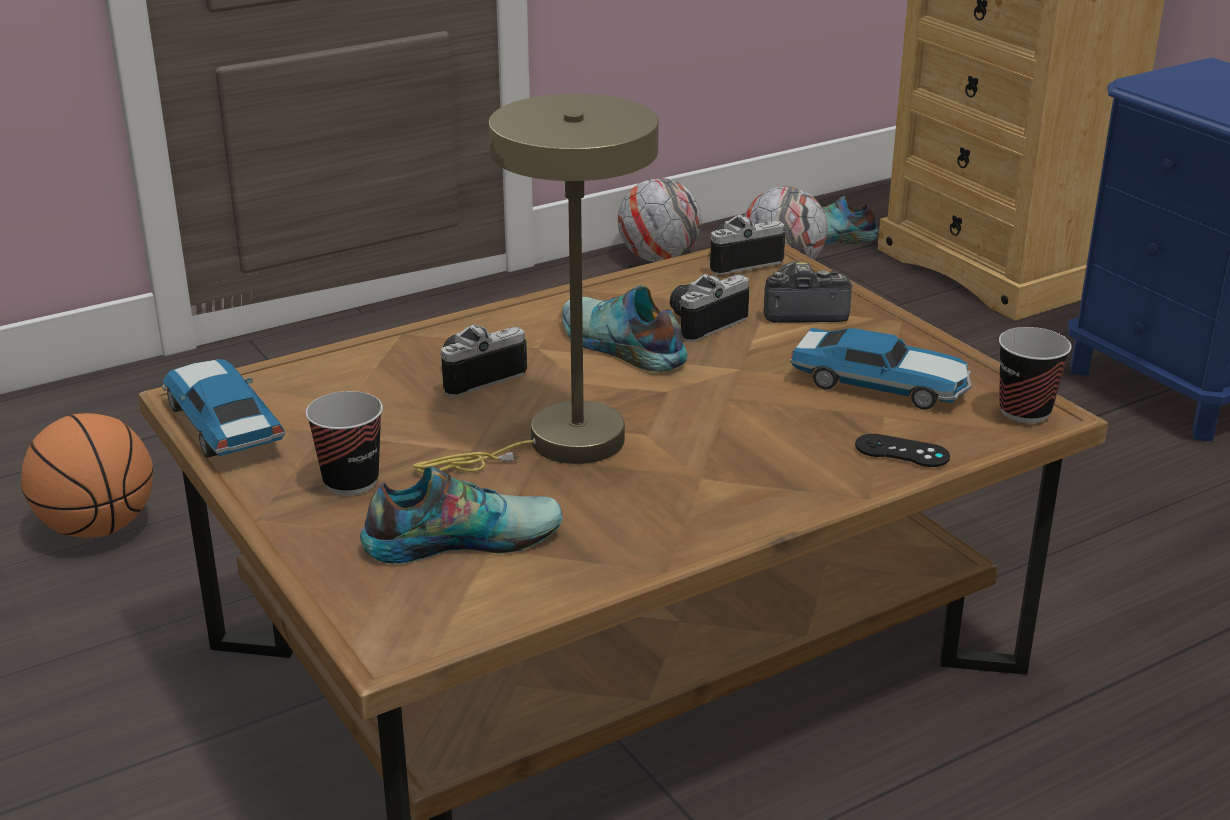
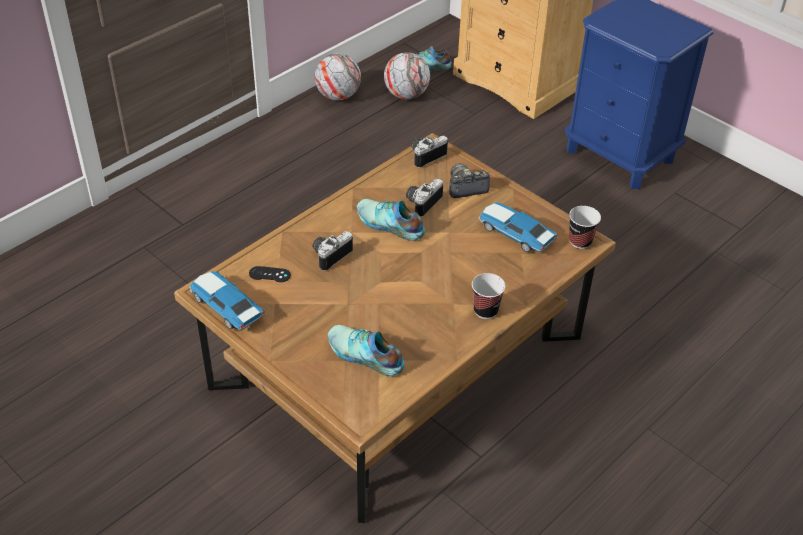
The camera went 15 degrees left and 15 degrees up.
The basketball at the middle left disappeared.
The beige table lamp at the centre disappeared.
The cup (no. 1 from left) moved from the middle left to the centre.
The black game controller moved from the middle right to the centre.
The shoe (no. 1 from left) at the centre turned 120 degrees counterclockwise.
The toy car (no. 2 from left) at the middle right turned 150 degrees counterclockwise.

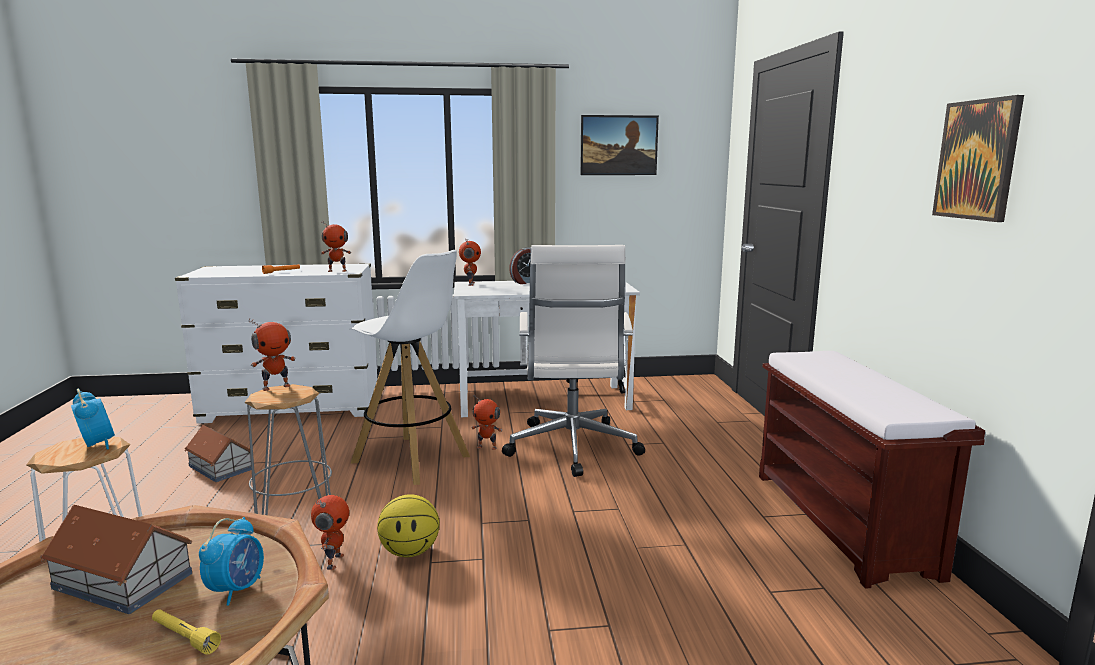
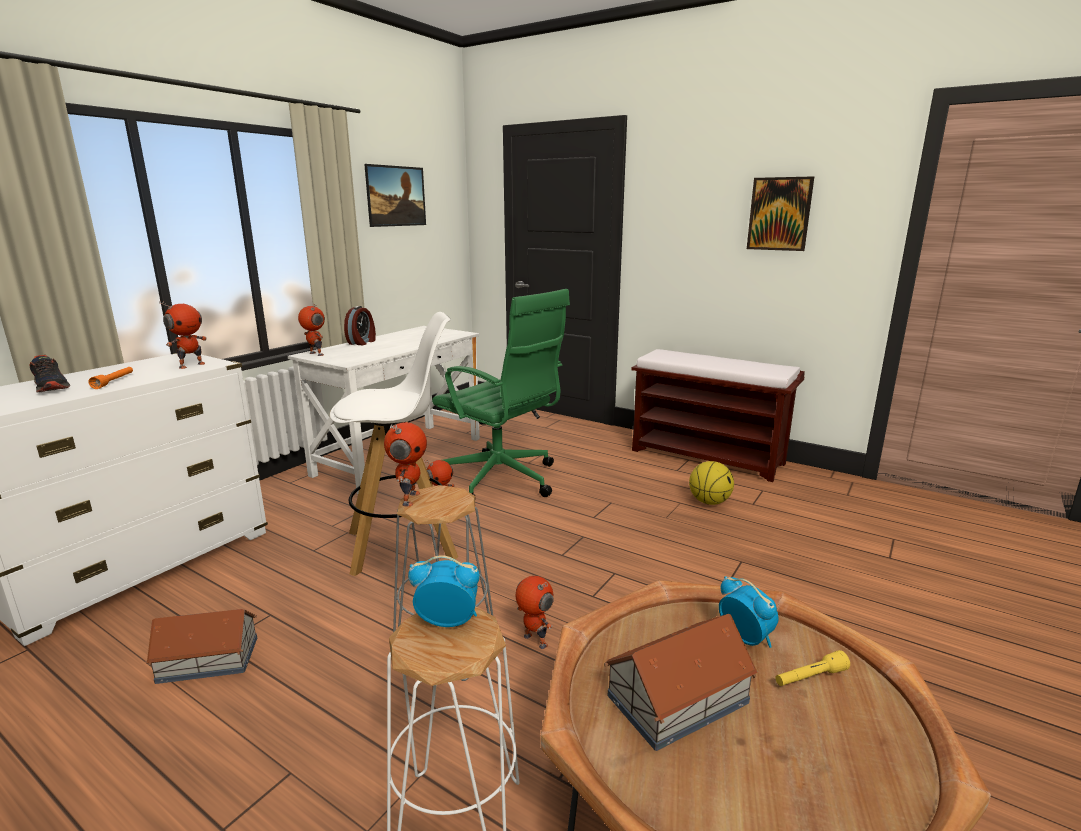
The camera went 50 degrees left and 5 degrees up.
The shoe at the middle left appeared.
The basketball moved from the bottom centre to the centre.
The white office chair at the centre became the green office chair at the centre.

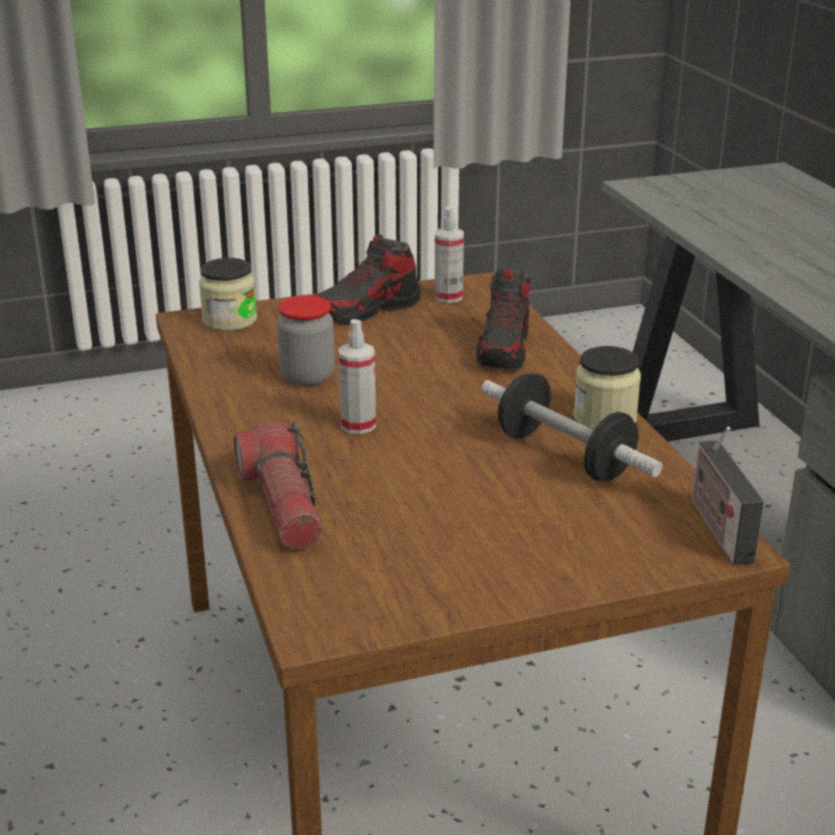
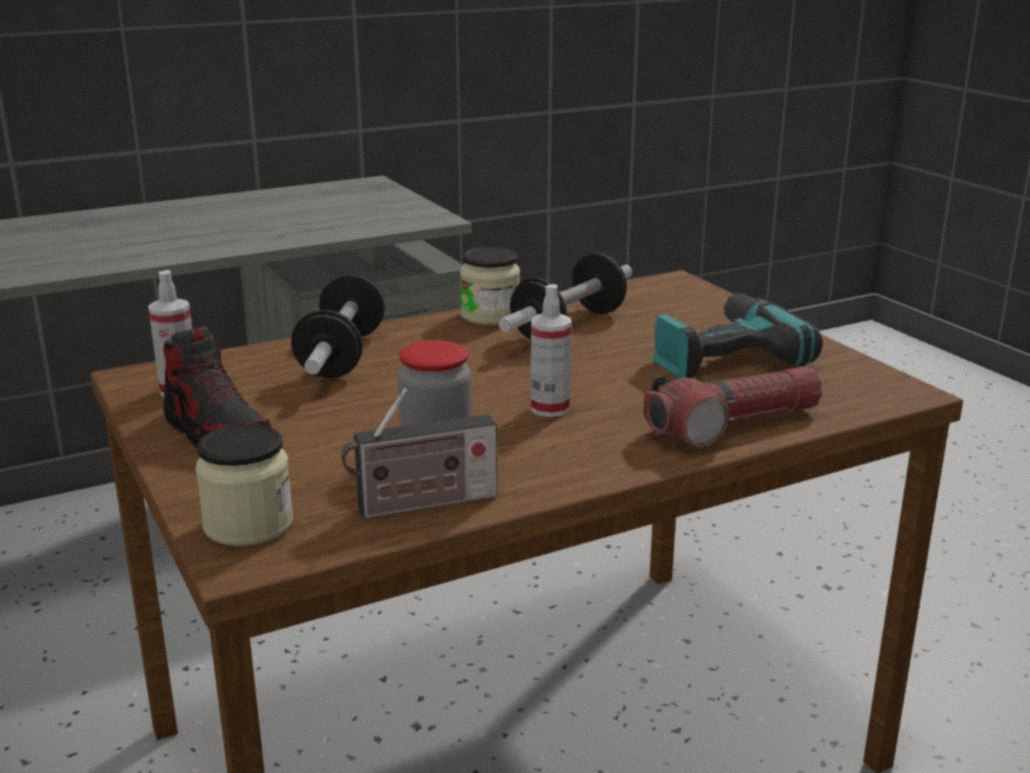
The camera went 100 degrees left and 5 degrees down.
The power drill at the middle right appeared.
The radio moved from the middle right to the centre.
The shoe (no. 2 from left) at the centre was replaced by the dumbbell (no. 1 from left) at the middle left.

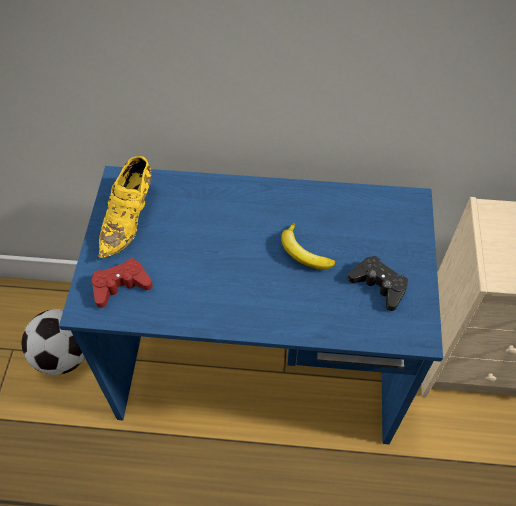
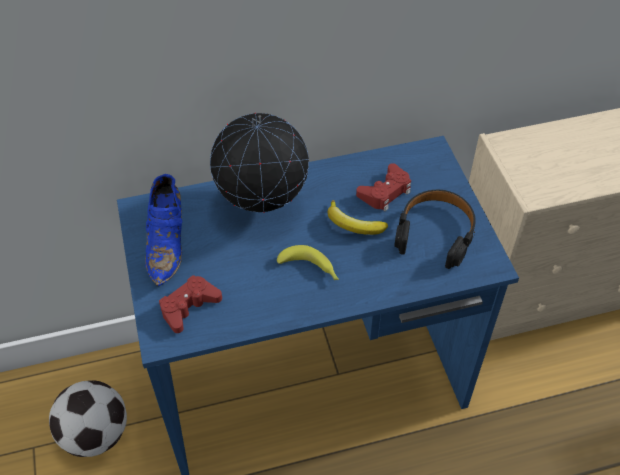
The camera went 20 degrees left and 5 degrees down.
The globe at the centre appeared.
The banana (no. 1 from left) at the centre appeared.
The red game controller (no. 2 from left) at the centre appeared.
The black game controller at the middle right was replaced by the black headphones at the middle right.
The yellow shoe at the middle left became the blue shoe at the middle left.

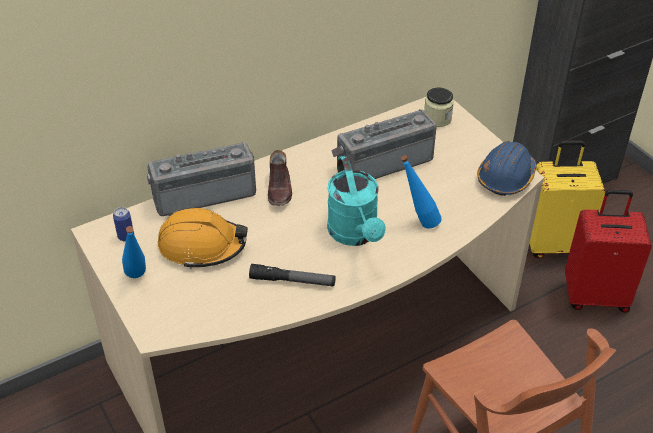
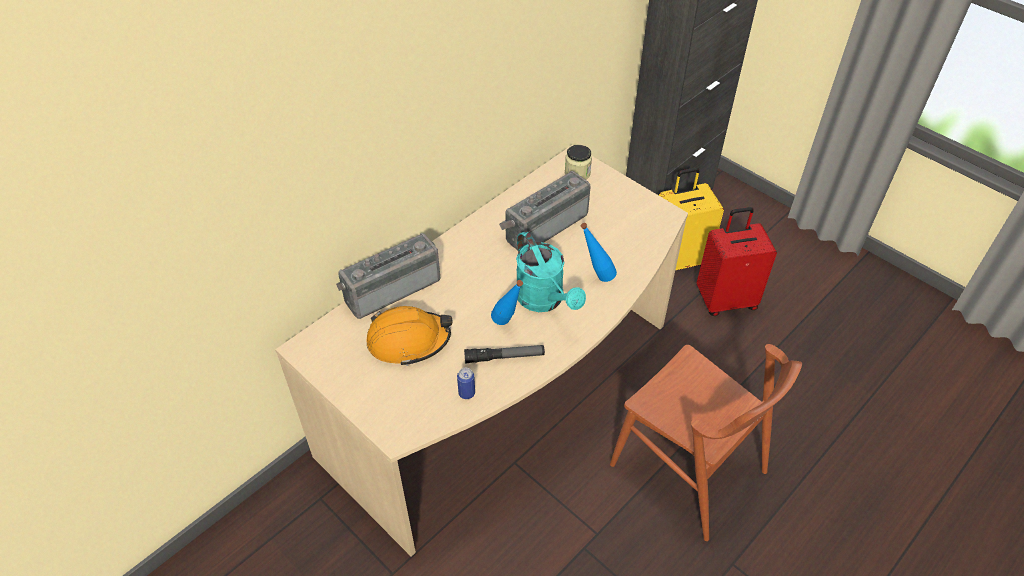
The camera went 15 degrees left and 5 degrees up.
The brown shoe at the centre disappeared.
The blue hard hat at the middle right disappeared.
The can moved from the middle left to the centre.
The blue bottle (no. 1 from left) moved from the middle left to the centre.

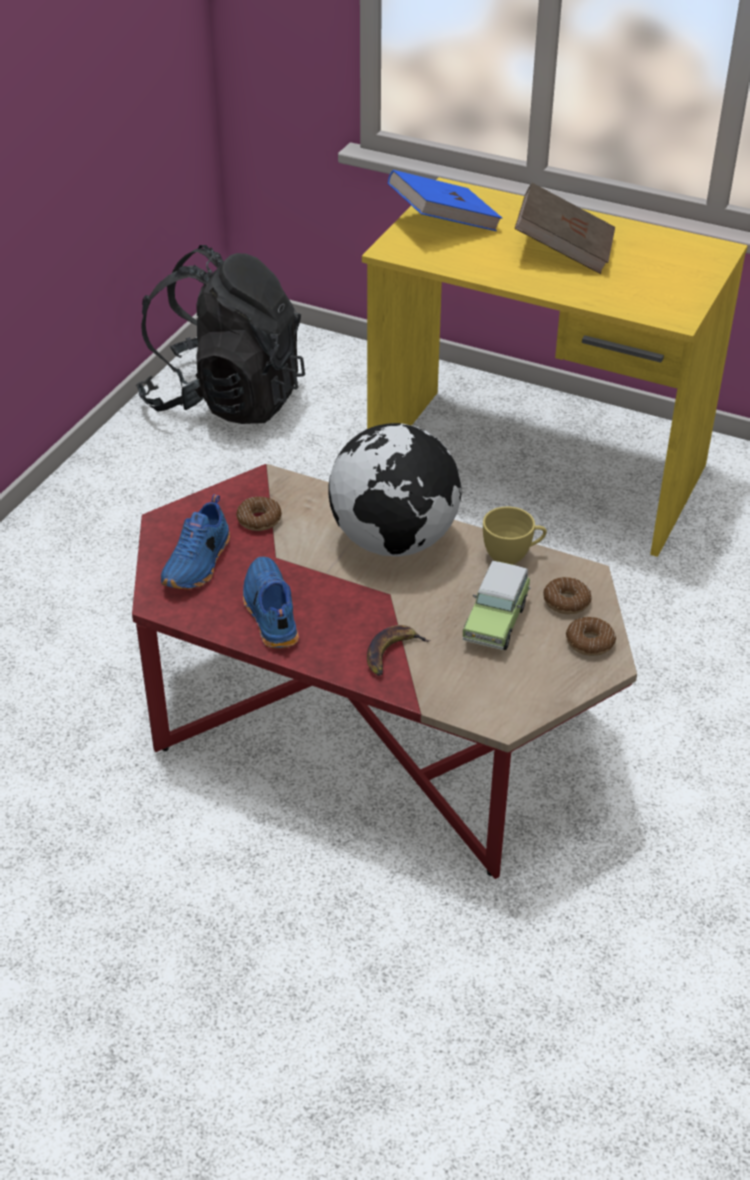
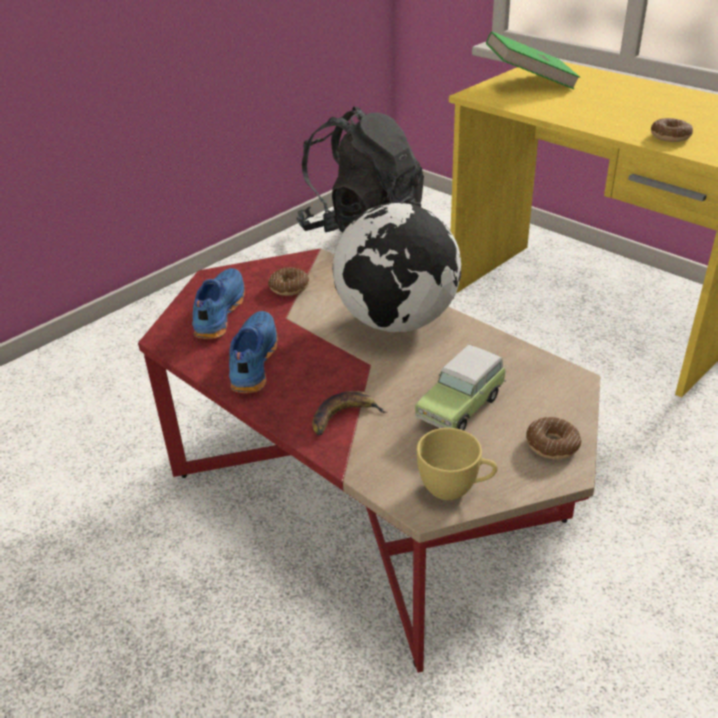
The camera went 20 degrees right and 5 degrees down.
The brown book at the top right disappeared.
The yellow cup moved from the middle right to the centre.
The donut (no. 2 from left in the first image) moved from the middle right to the top right.
The blue book at the top centre became the green book at the top right.
The blue shoe (no. 1 from left) at the middle left turned 150 degrees clockwise.

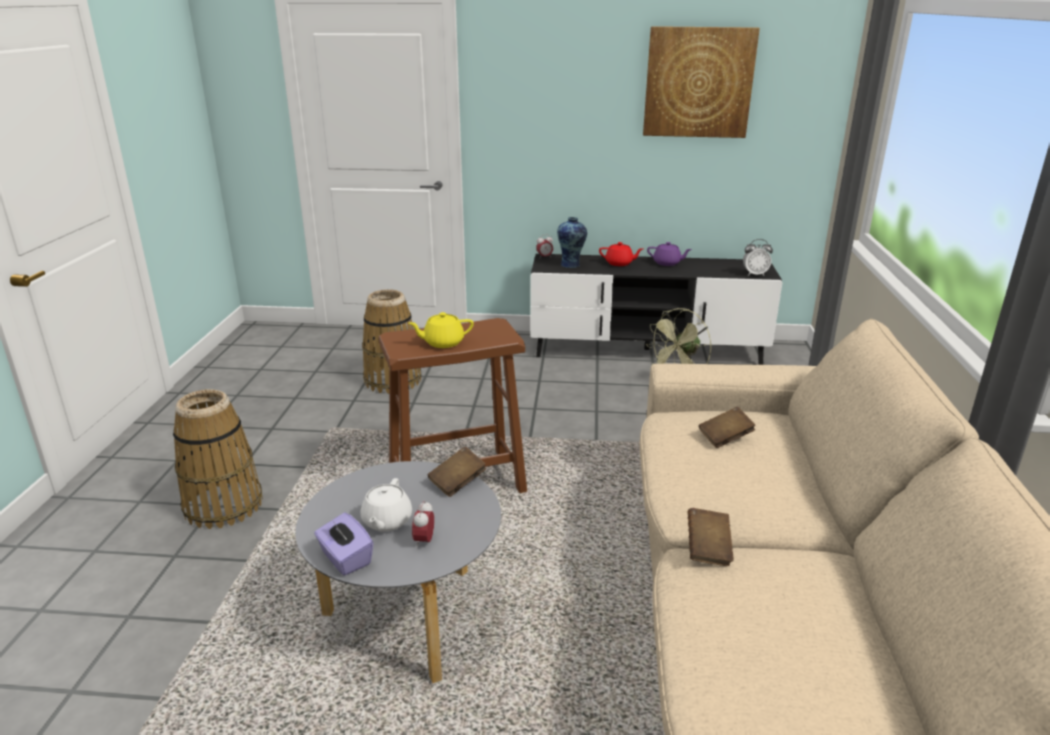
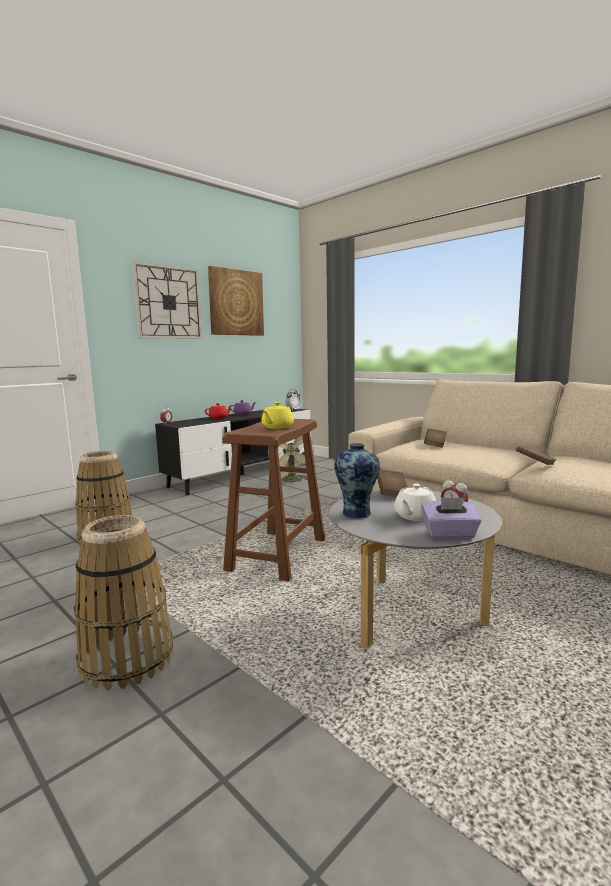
The camera went 50 degrees left and 15 degrees down.
The wall clock at the middle left appeared.
The vase moved from the top centre to the centre.
The white teapot at the bottom centre turned 75 degrees clockwise.

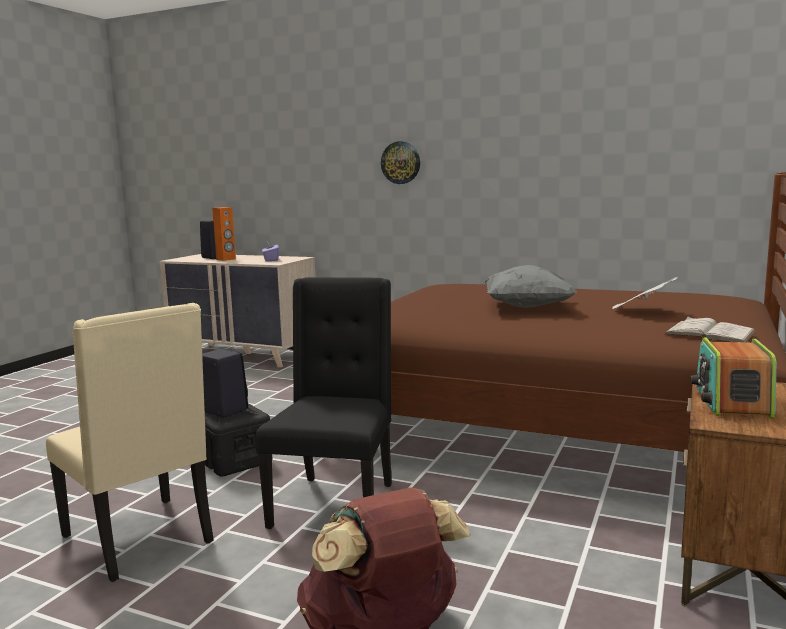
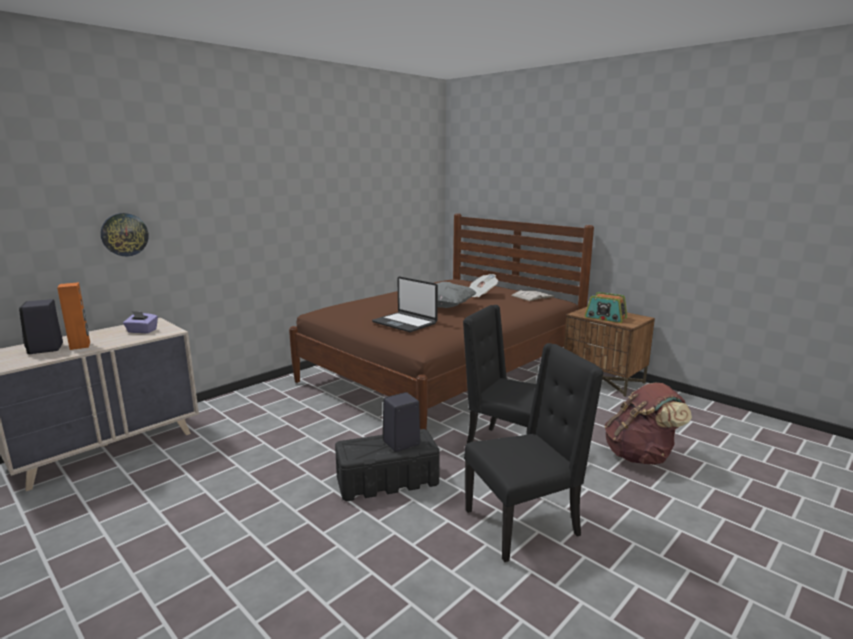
The camera went 70 degrees left and 5 degrees up.
The laptop at the centre appeared.
The wall clock moved from the top centre to the middle left.
The beige chair at the bottom left became the black chair (no. 2 from left) at the bottom centre.

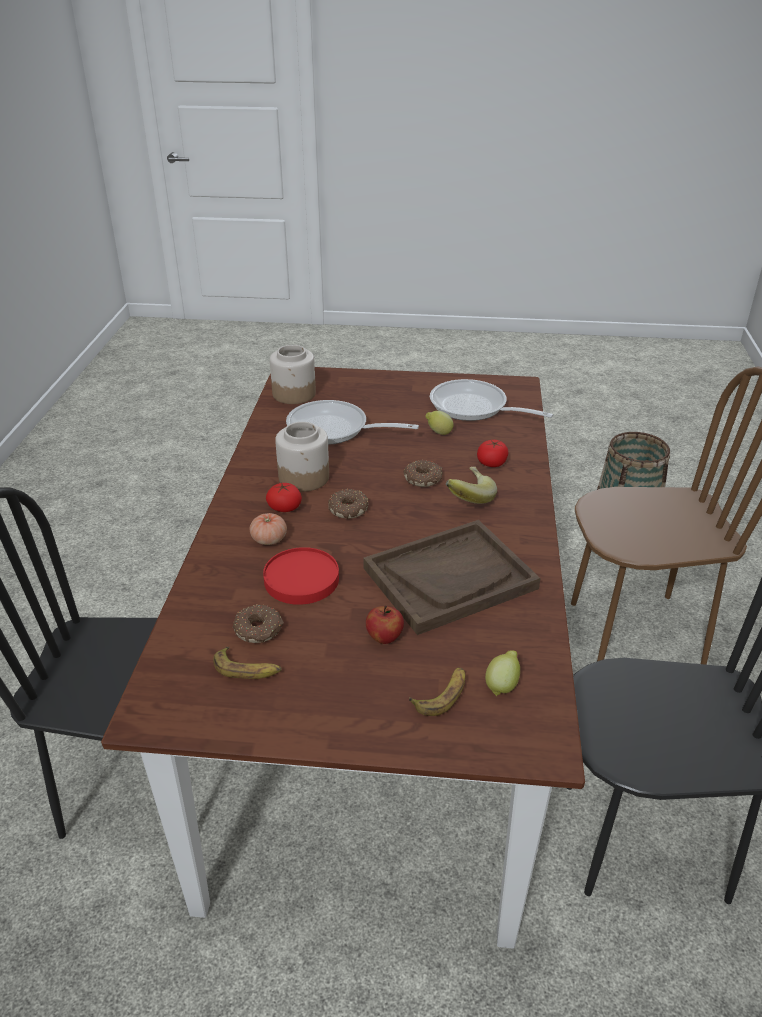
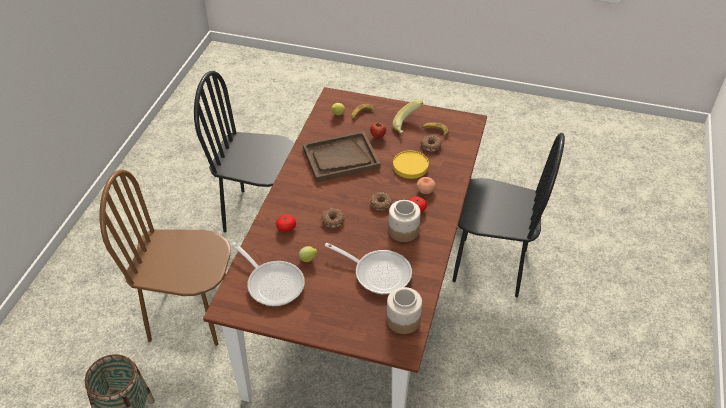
The camera went 170 degrees left and 10 degrees up.
The banana (no. 3 from left in the first image) moved from the centre to the top centre.
The red plate at the centre became the yellow plate at the centre.

